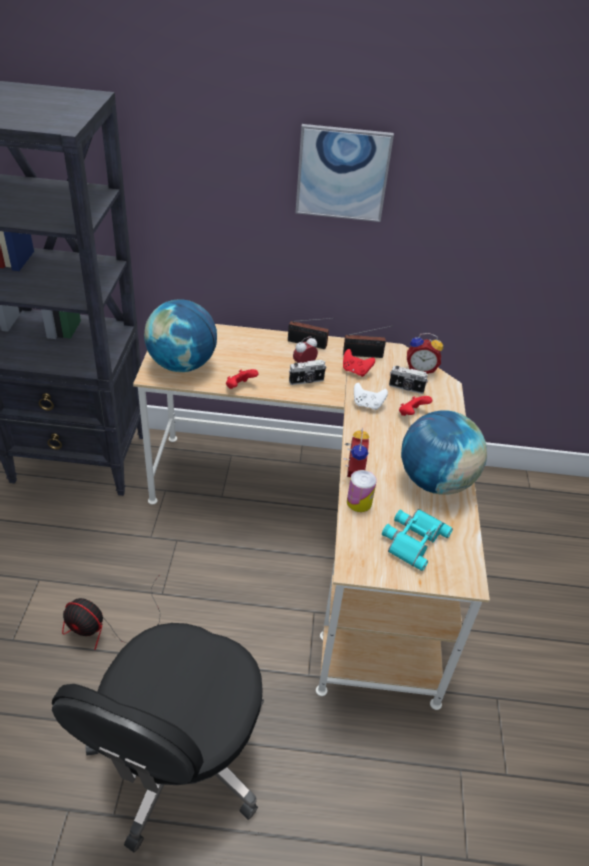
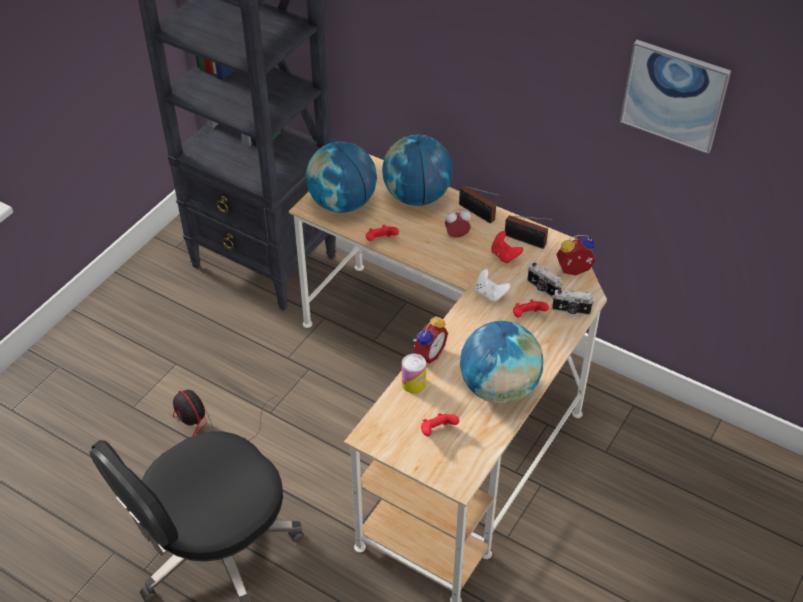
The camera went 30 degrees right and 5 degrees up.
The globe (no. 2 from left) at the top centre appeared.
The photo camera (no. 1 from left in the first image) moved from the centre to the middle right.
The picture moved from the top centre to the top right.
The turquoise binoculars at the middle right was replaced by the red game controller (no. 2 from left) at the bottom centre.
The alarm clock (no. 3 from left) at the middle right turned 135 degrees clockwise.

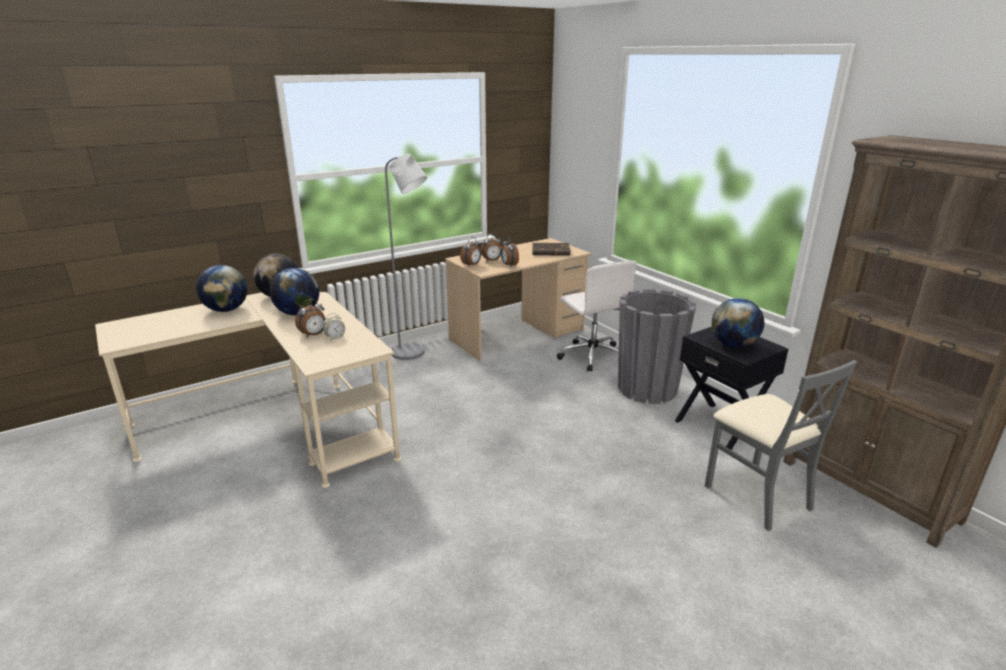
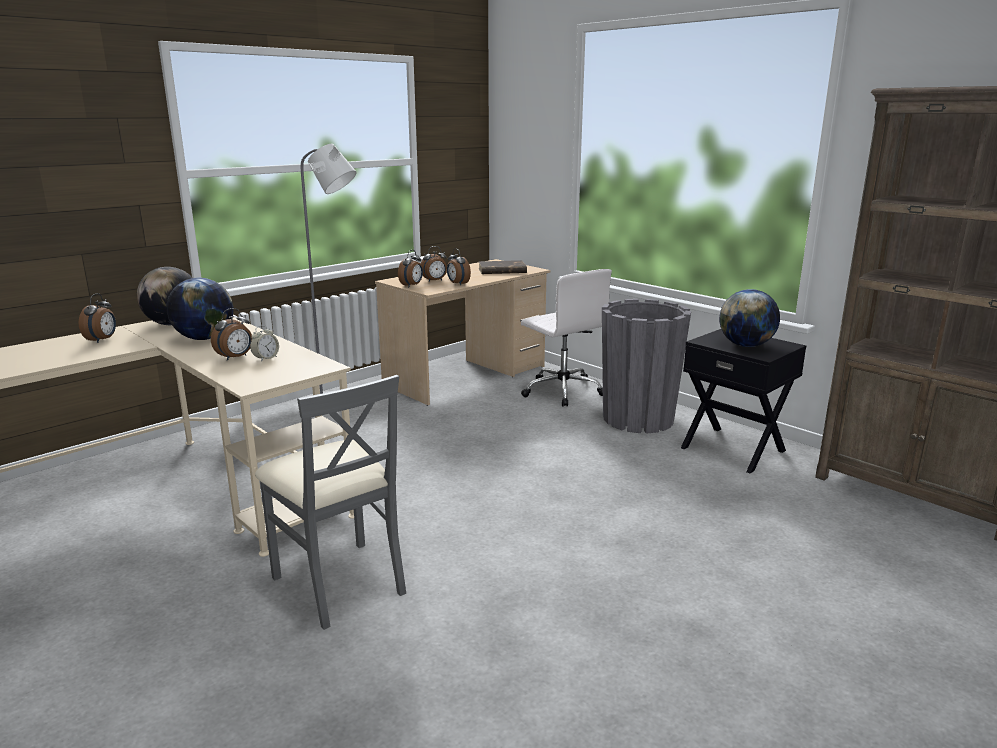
The camera went 10 degrees left and 5 degrees down.
The grey chair moved from the middle right to the bottom left.
The globe (no. 1 from left) at the middle left was replaced by the alarm clock (no. 1 from left) at the middle left.

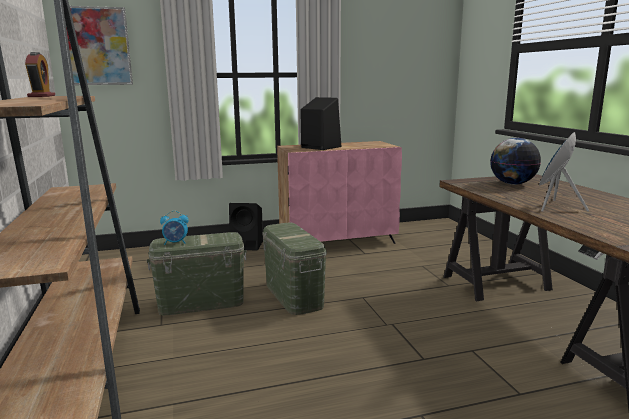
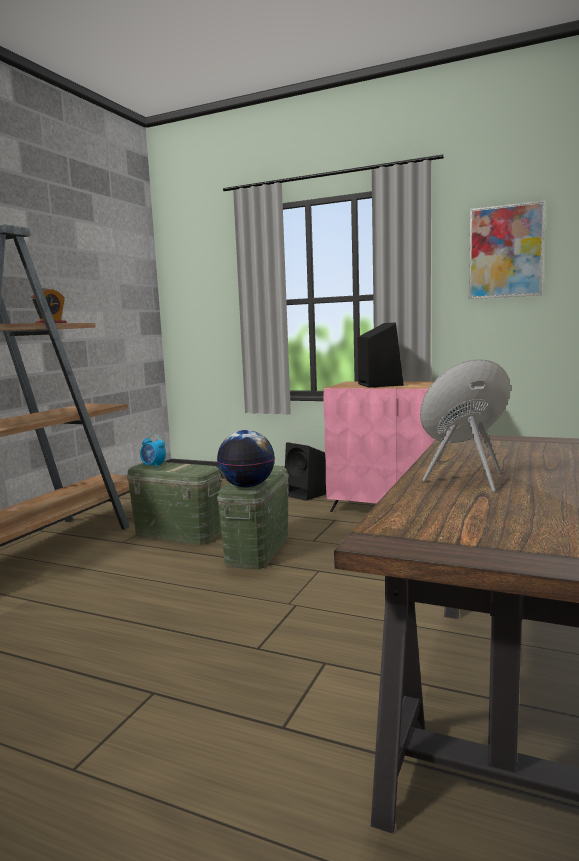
The camera went 40 degrees right and 5 degrees down.
The picture moved from the top left to the top right.
The globe moved from the middle right to the centre.

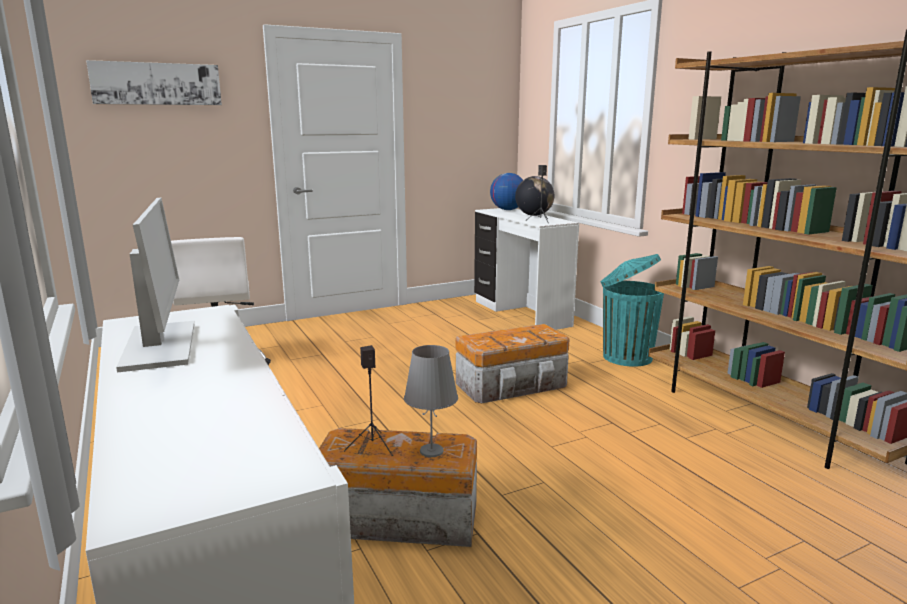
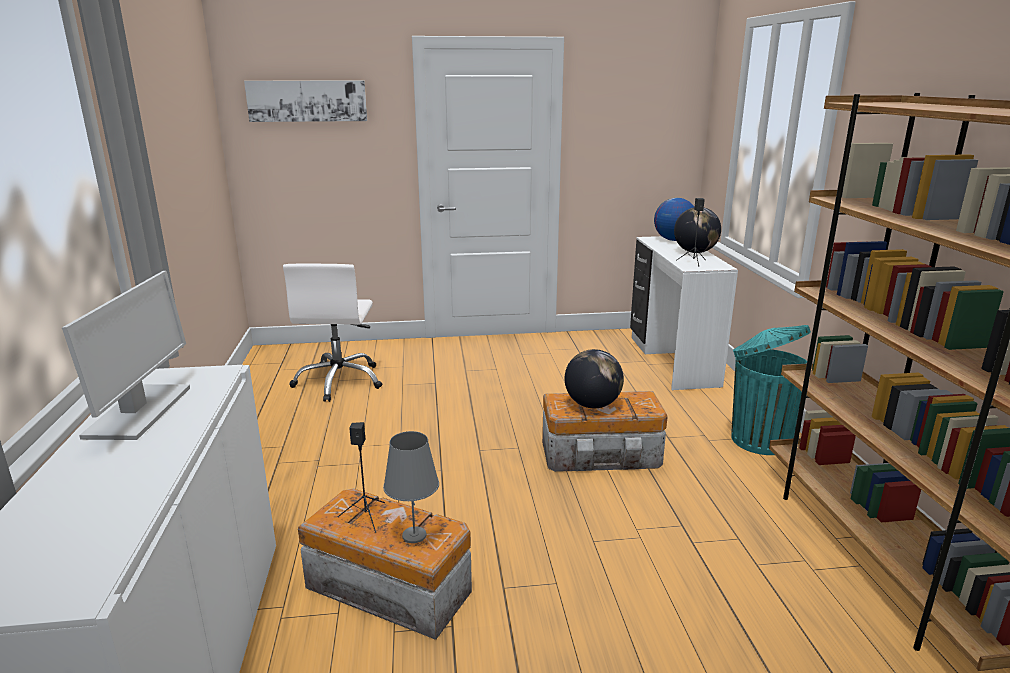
The camera went 20 degrees right and 5 degrees up.
The globe (no. 1 from left) at the centre appeared.

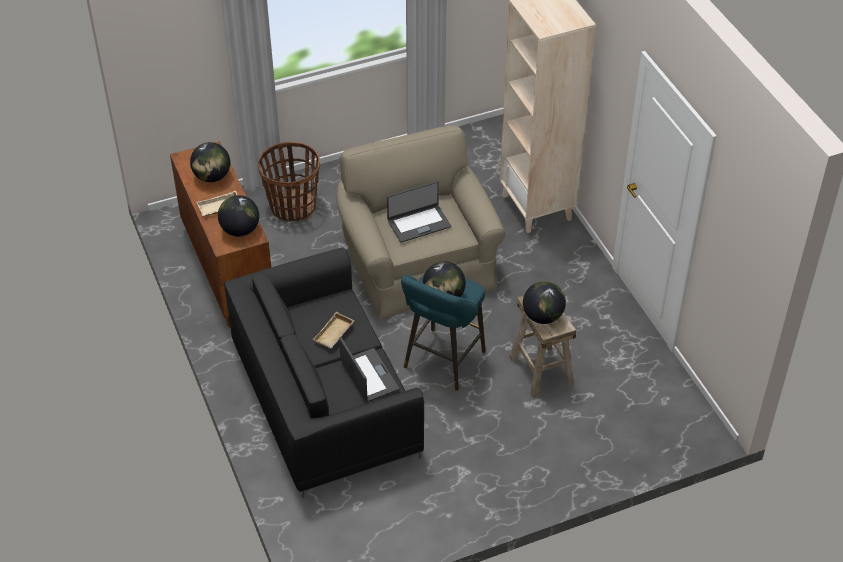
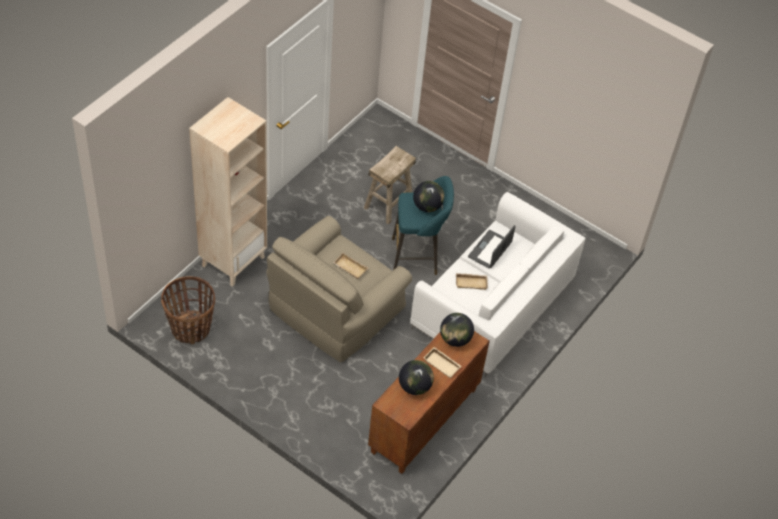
The camera went 125 degrees left and 5 degrees up.
The globe (no. 4 from left) at the centre disappeared.
The basket moved from the top centre to the middle left.
The laptop (no. 2 from left) at the centre was replaced by the beige tray (no. 1 from left) at the centre.
The black sofa at the centre became the white sofa at the centre.

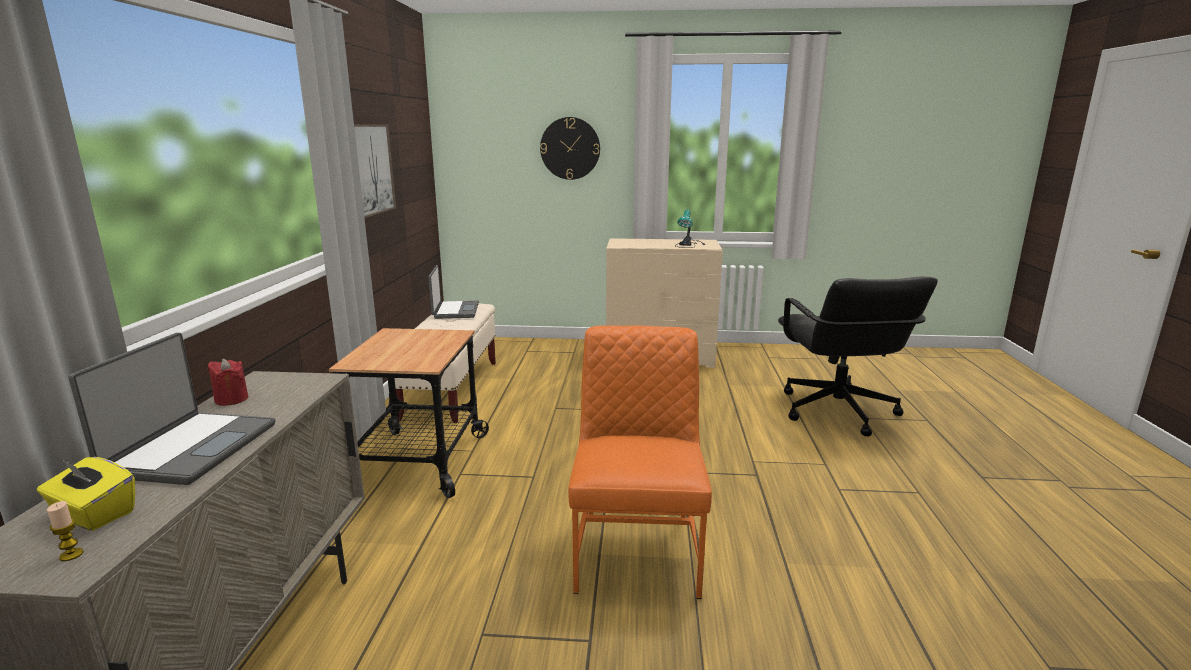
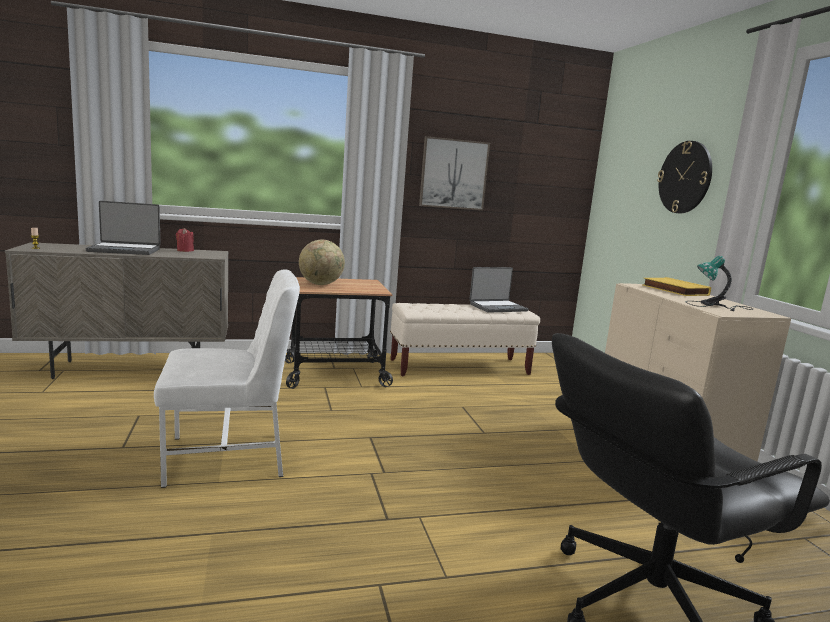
The camera went 70 degrees right and 5 degrees down.
The yellow tissue box at the bottom left disappeared.
The globe at the centre appeared.
The yellow book at the middle right appeared.
The orange chair at the bottom centre became the white chair at the middle left.

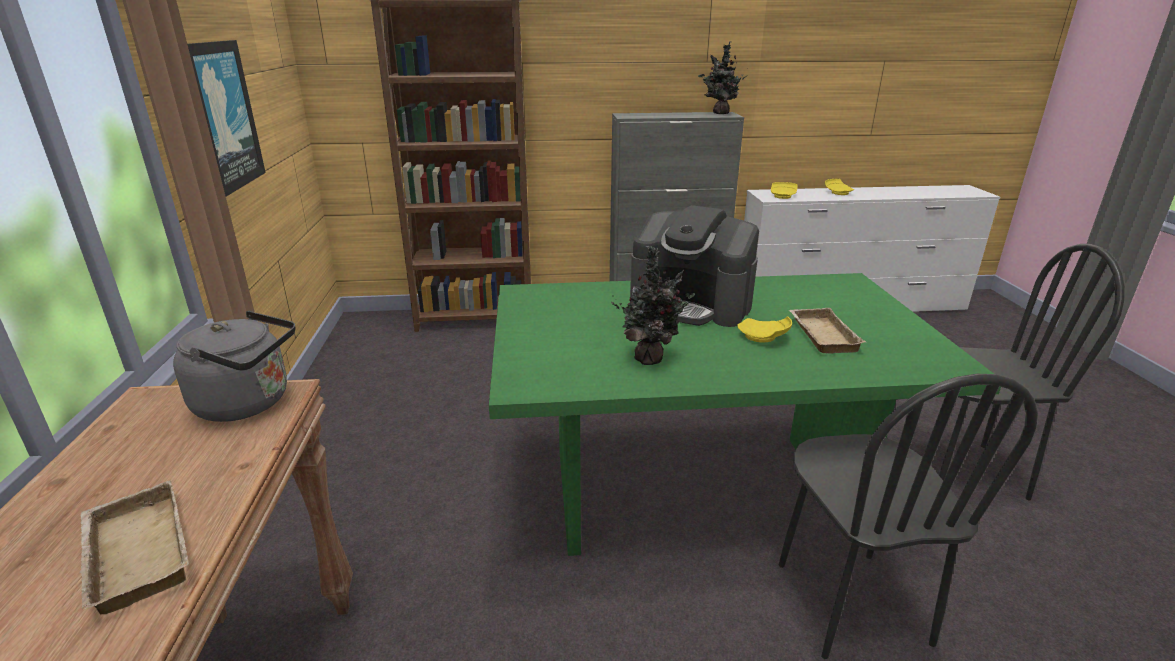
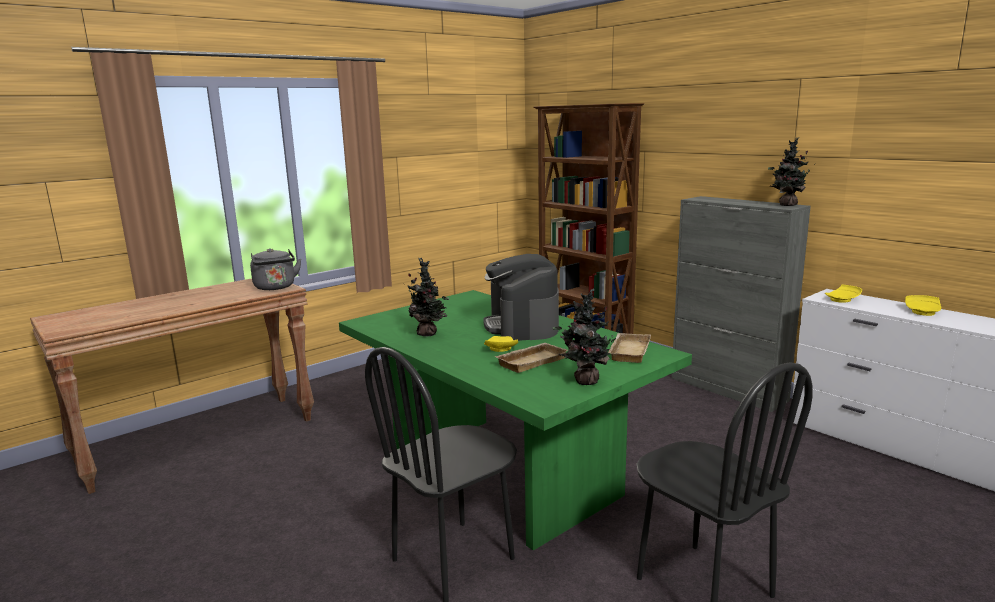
The camera went 55 degrees right and 10 degrees down.
The picture at the top left disappeared.
The potted plant (no. 2 from left) at the centre appeared.
The beige tray (no. 1 from left in the first image) moved from the bottom left to the centre.

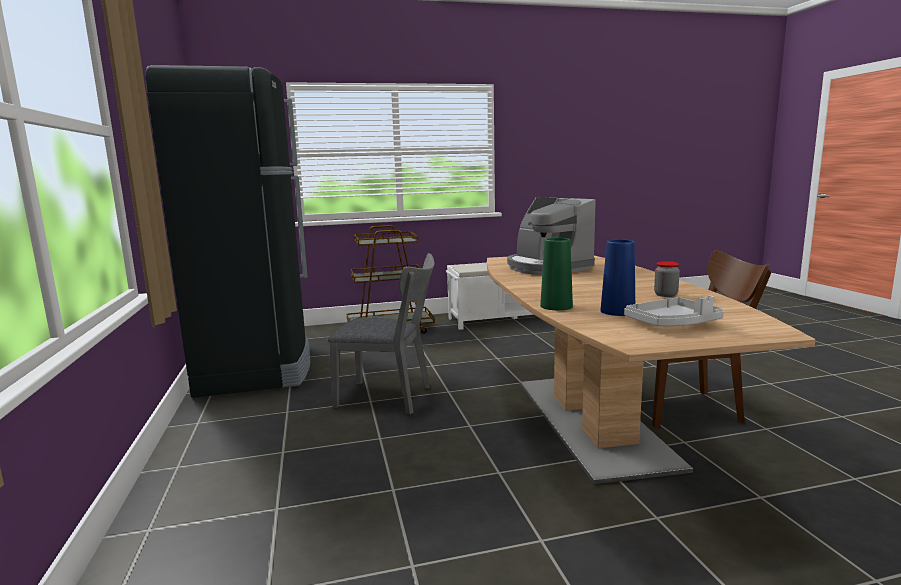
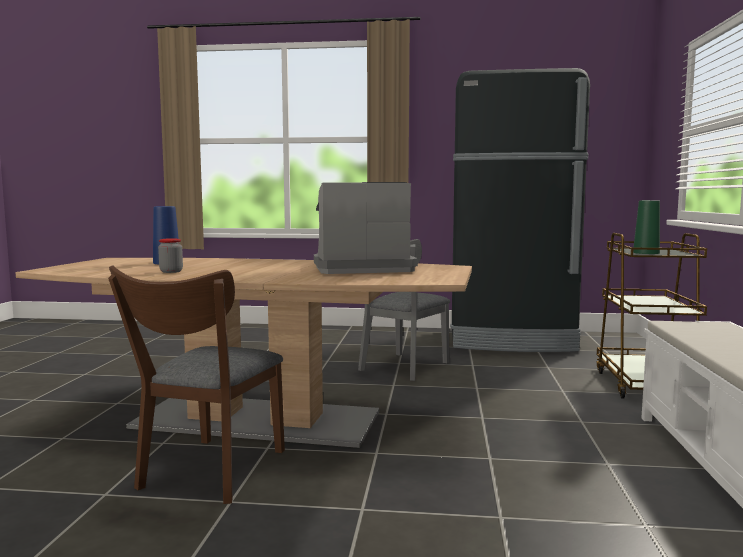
The camera went 110 degrees right and 5 degrees down.
The grey tray at the middle right disappeared.
The green vase moved from the centre to the middle right.

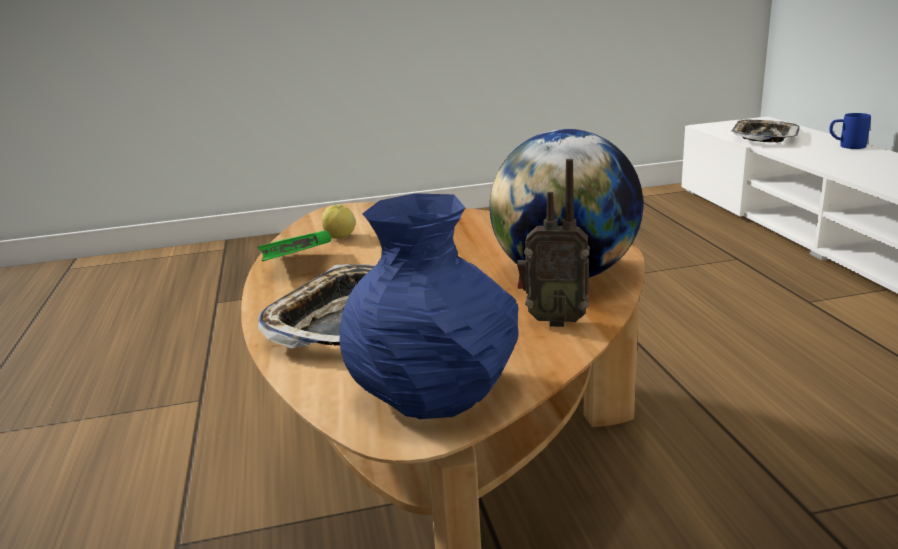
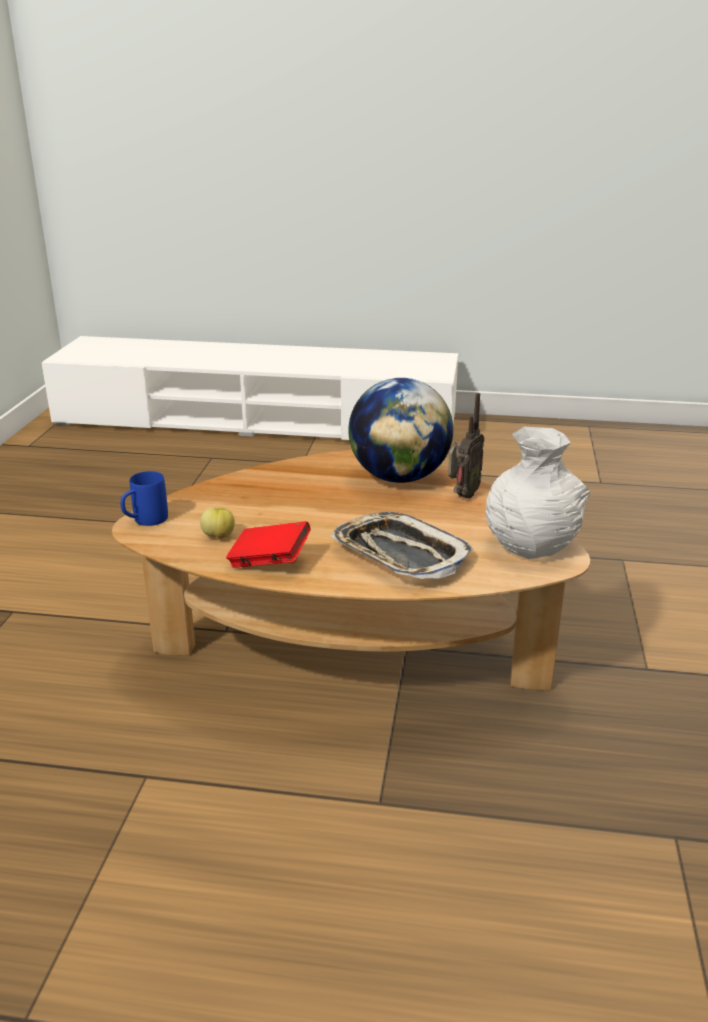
The camera went 70 degrees left and 5 degrees up.
The tray (no. 2 from left) at the top right disappeared.
The blue mug moved from the top right to the middle left.
The green book at the middle left became the red book at the centre.
The blue vase at the centre became the white vase at the middle right.

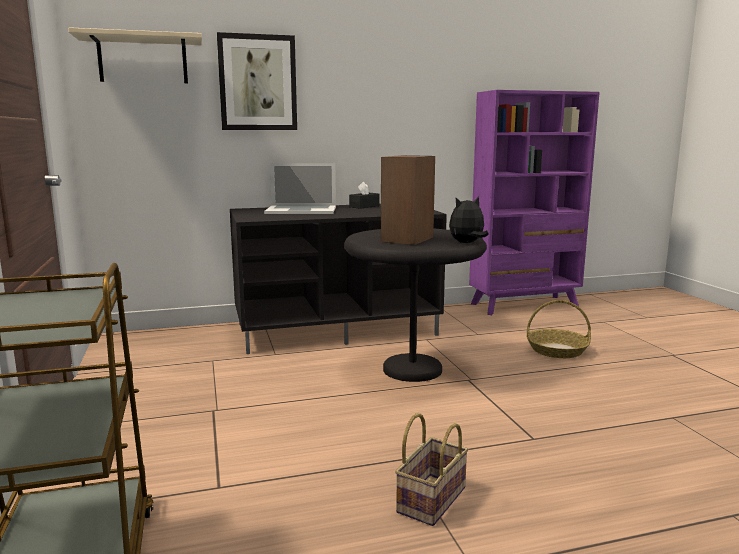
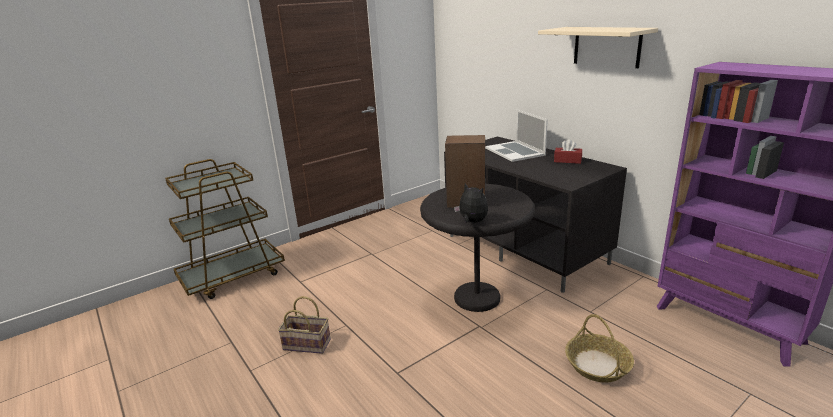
The camera went 70 degrees right and 10 degrees up.
The picture at the top centre disappeared.
The beige shelf moved from the top left to the top right.
The black tissue box at the centre became the red tissue box at the middle right.

